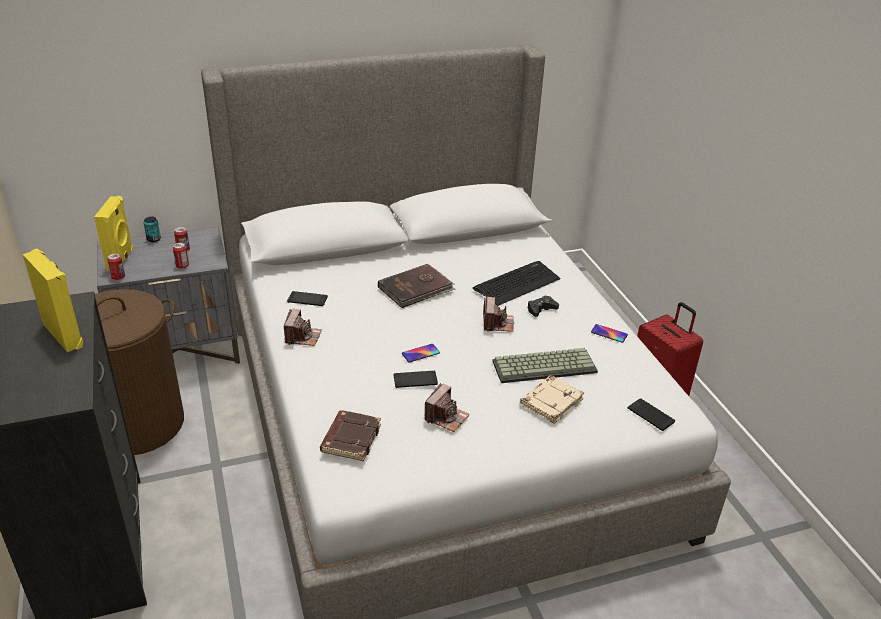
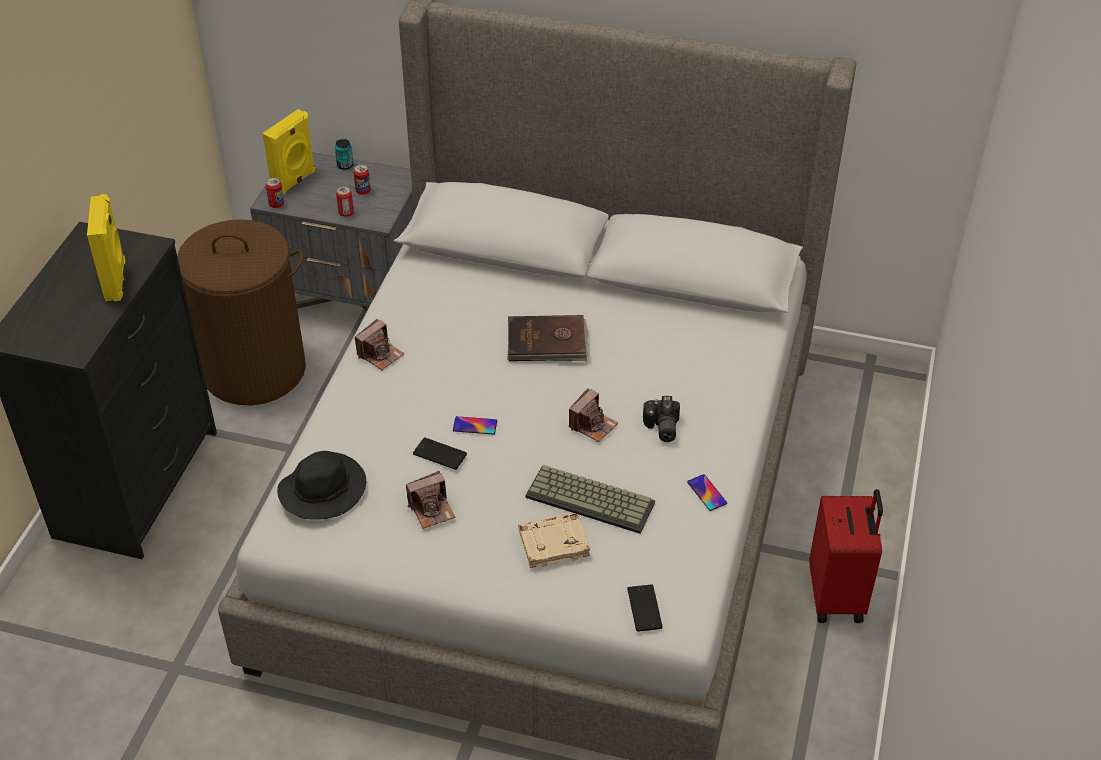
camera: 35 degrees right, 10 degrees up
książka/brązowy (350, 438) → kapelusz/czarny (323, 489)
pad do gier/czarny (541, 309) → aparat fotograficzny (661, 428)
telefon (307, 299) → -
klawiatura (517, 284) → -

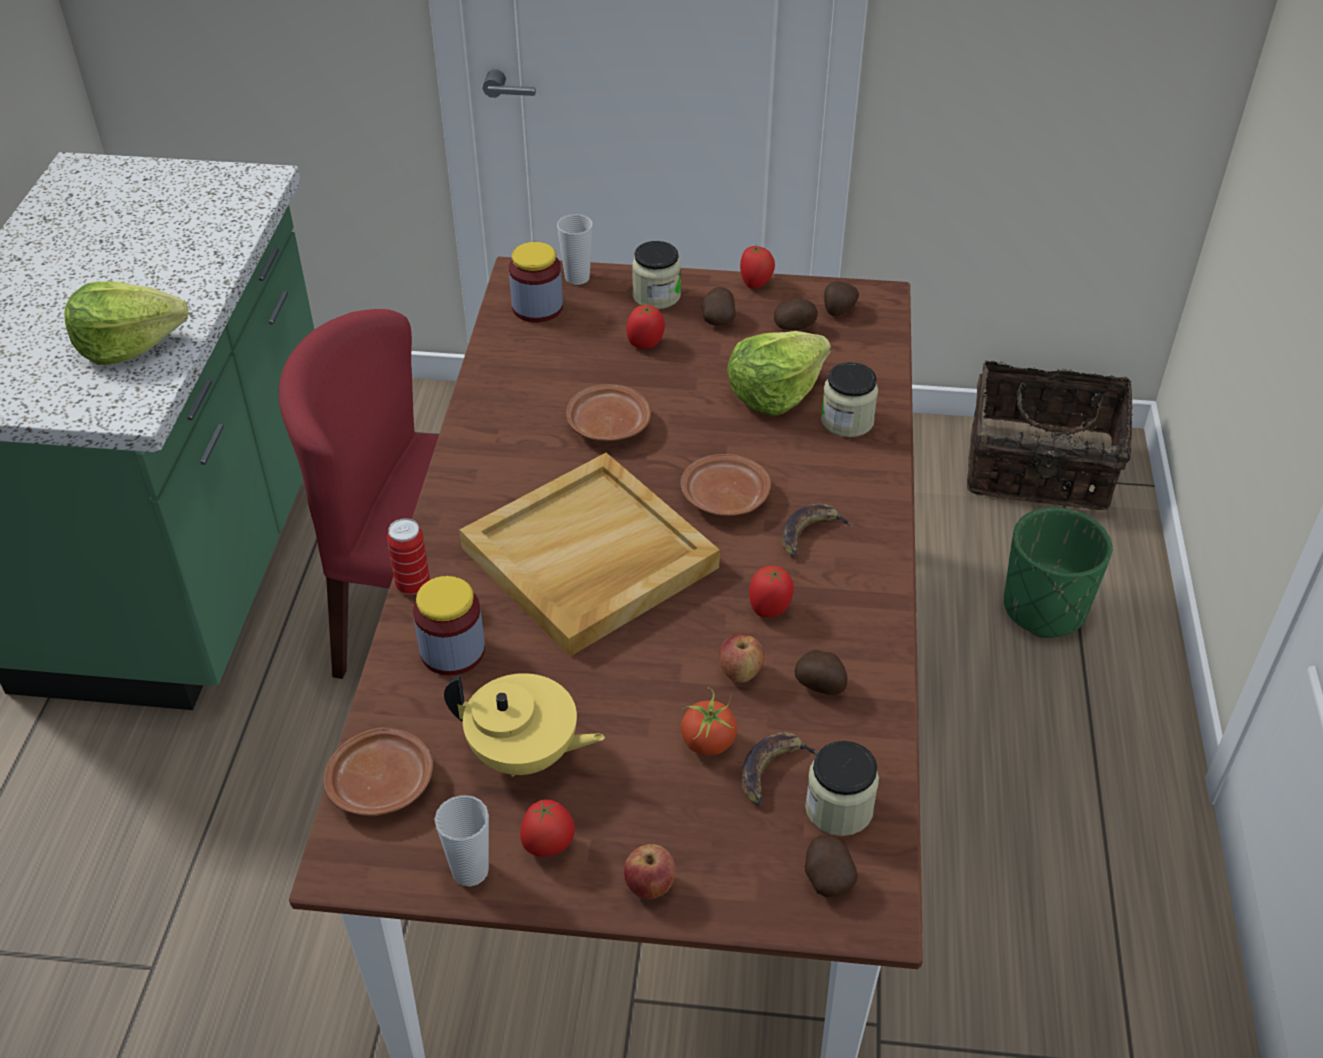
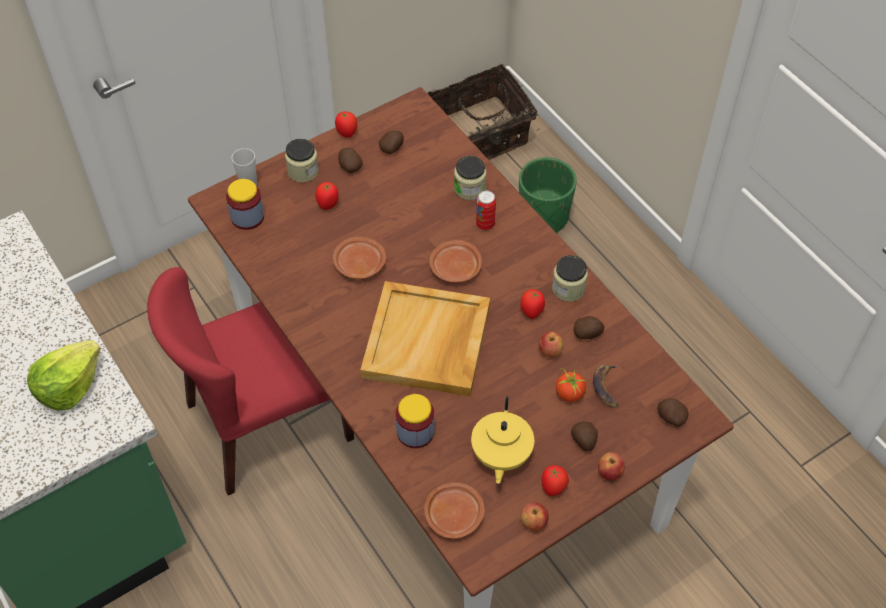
camera: 40 degrees left, 10 degrees up
imbryk/żółty (525, 755) → imbryk/żółty (500, 456), 120 degrees clockwise
puszka (413, 585) → puszka (485, 224), relocated
filiżanka (470, 871) → jabłko (533, 522)
słoik (839, 808) → słoik (568, 288), relocated
ziemniak (838, 310) → ziemniak (584, 441), relocated
sałata (774, 392) → -
banan (810, 534) → -

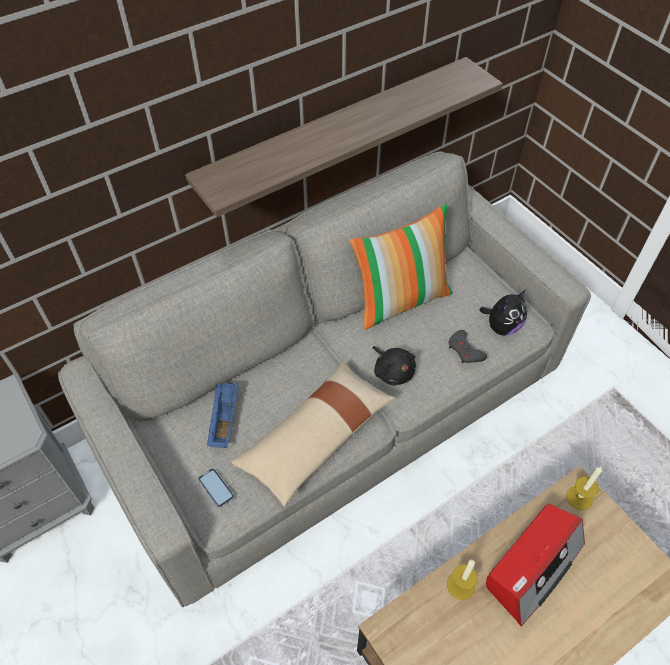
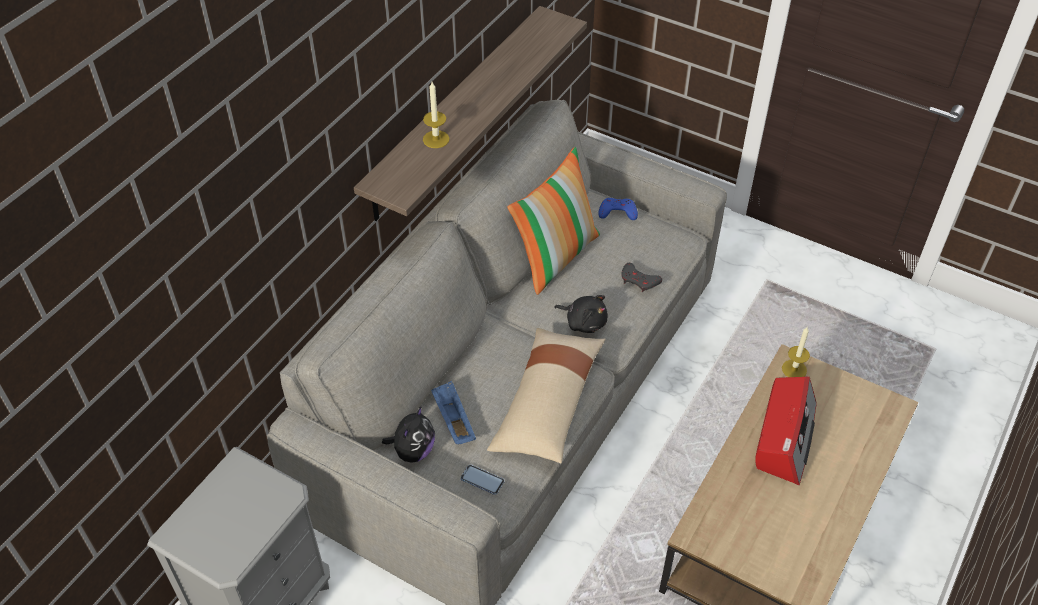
camera: 25 degrees left, 5 degrees down
pluszak (502, 327) → pluszak (413, 451), relocated
świeca (460, 585) → świeca (436, 139), relocated
- → pad do gier/niebieski (617, 212)

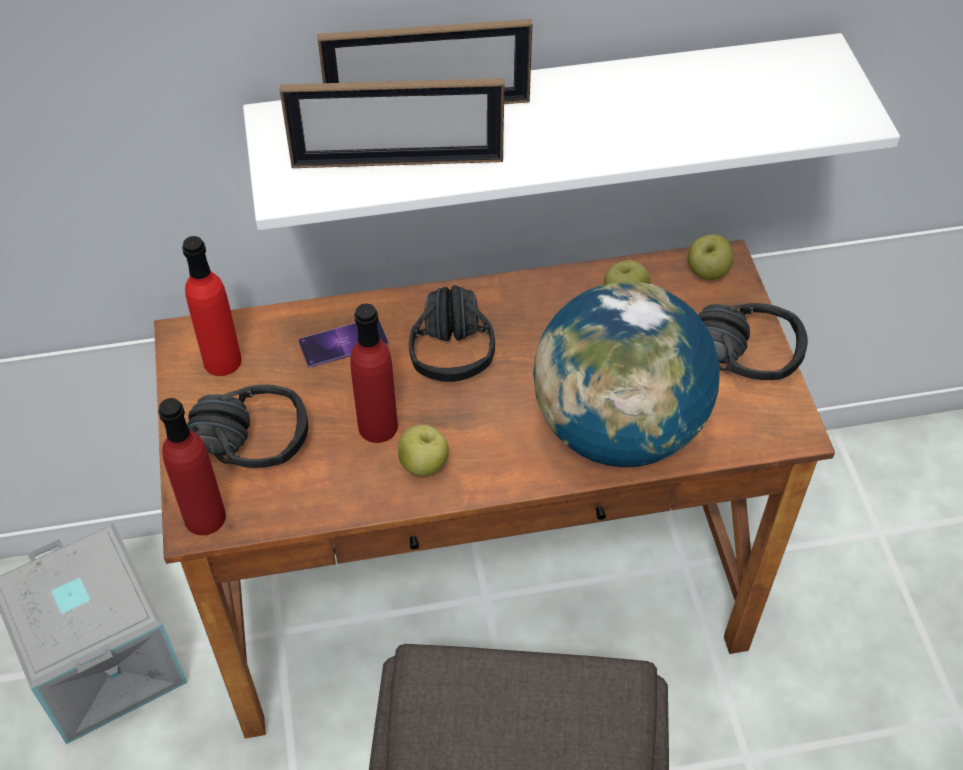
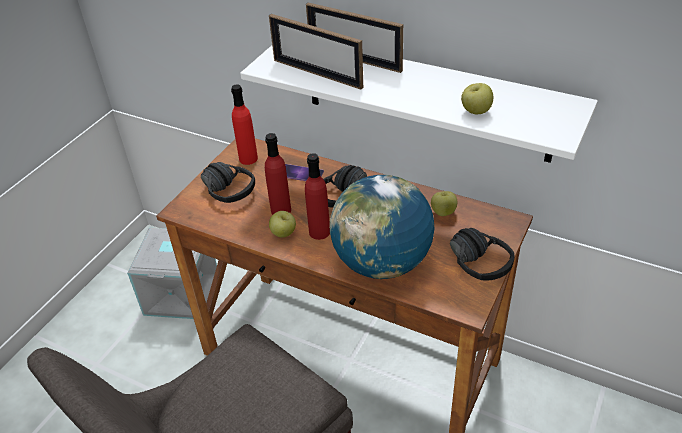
camera: 40 degrees right, 10 degrees down
butelka/czerwony (205, 517) → butelka/czerwony (319, 232), relocated
jabłko (707, 273) → jabłko (475, 111), relocated

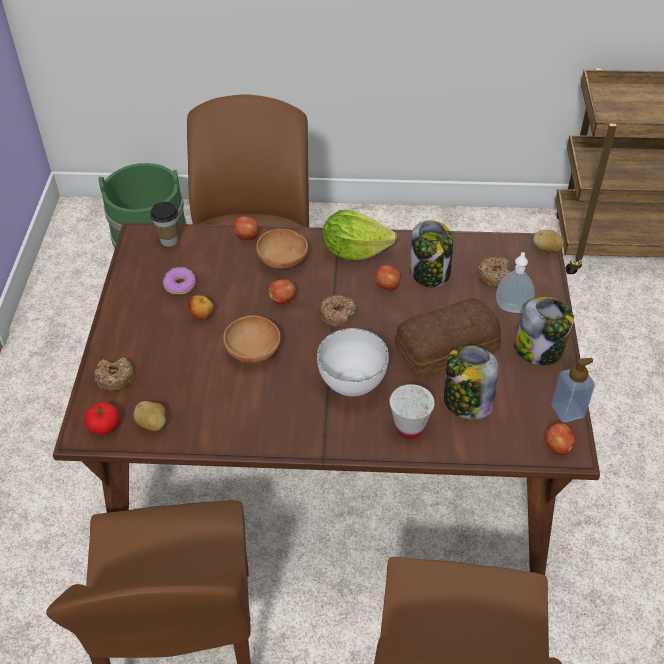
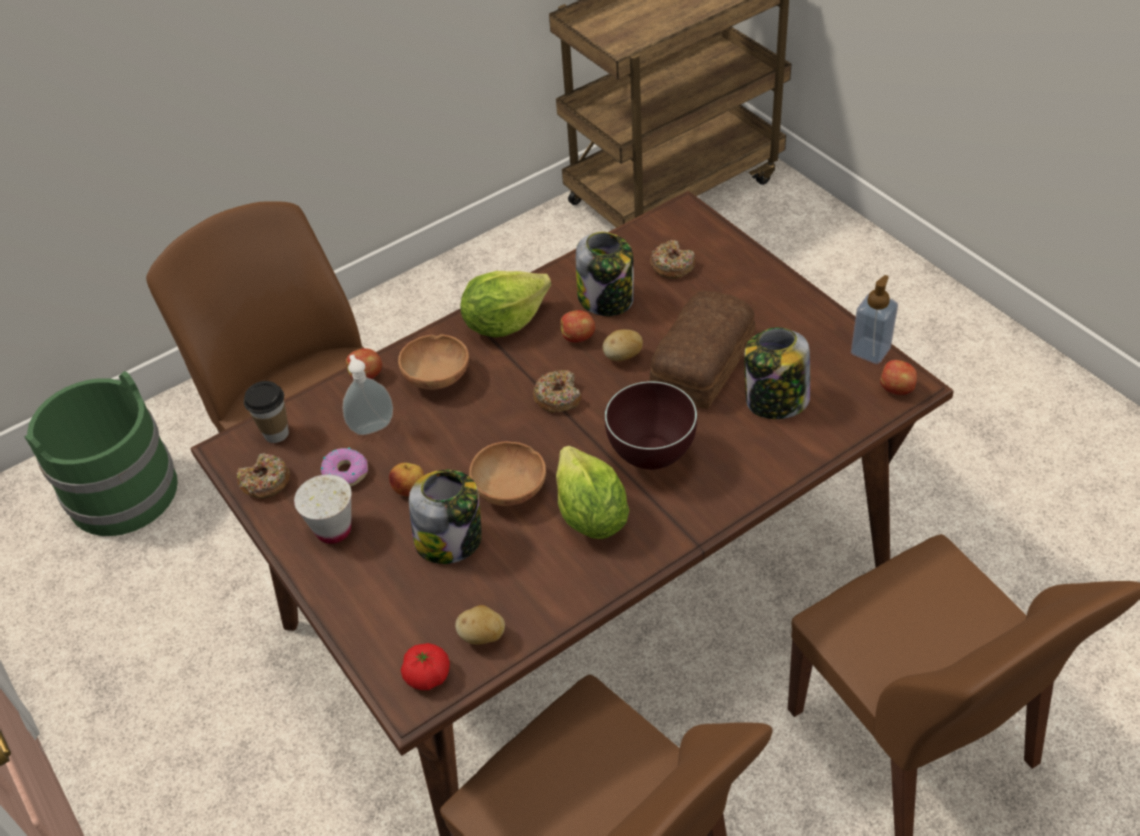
camera: 35 degrees left, 0 degrees up
donut (115, 378) → donut (265, 482), relocated
filiżanka/biały (409, 427) → filiżanka/biały (333, 530), relocated
dozownik mydła (512, 307) → dozownik mydła (372, 426), relocated
słoik (539, 349) → słoik (450, 540), relocated
- → sałata (590, 515)
ziemniak (546, 250) → ziemniak (622, 356), relocated
miska/biały (354, 387) → miska/brązowy (653, 457)
jabłko (283, 300) → -

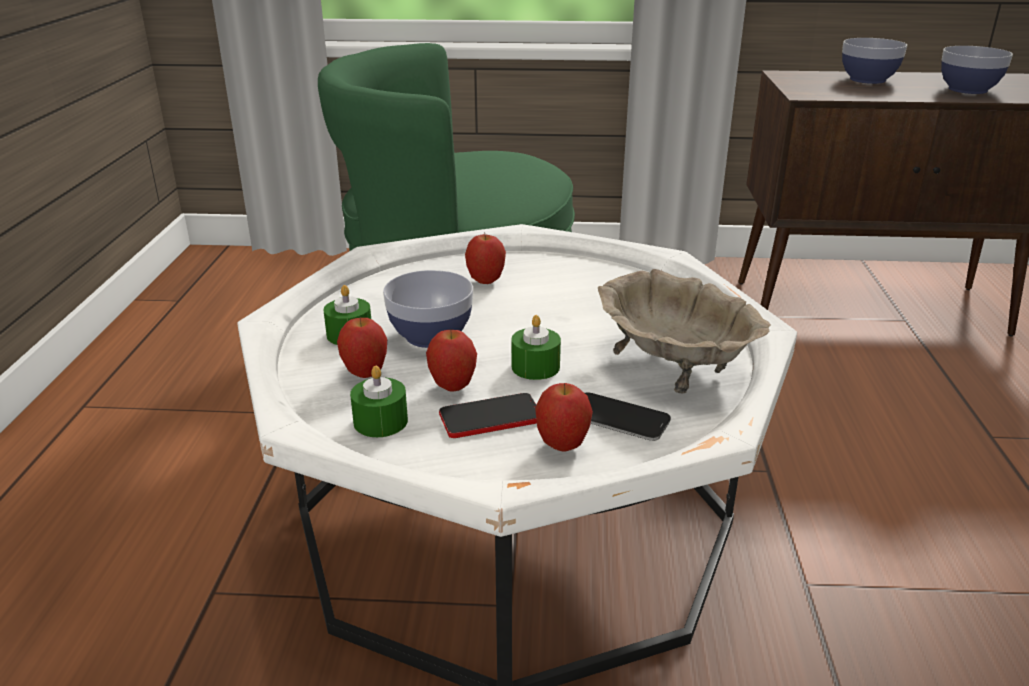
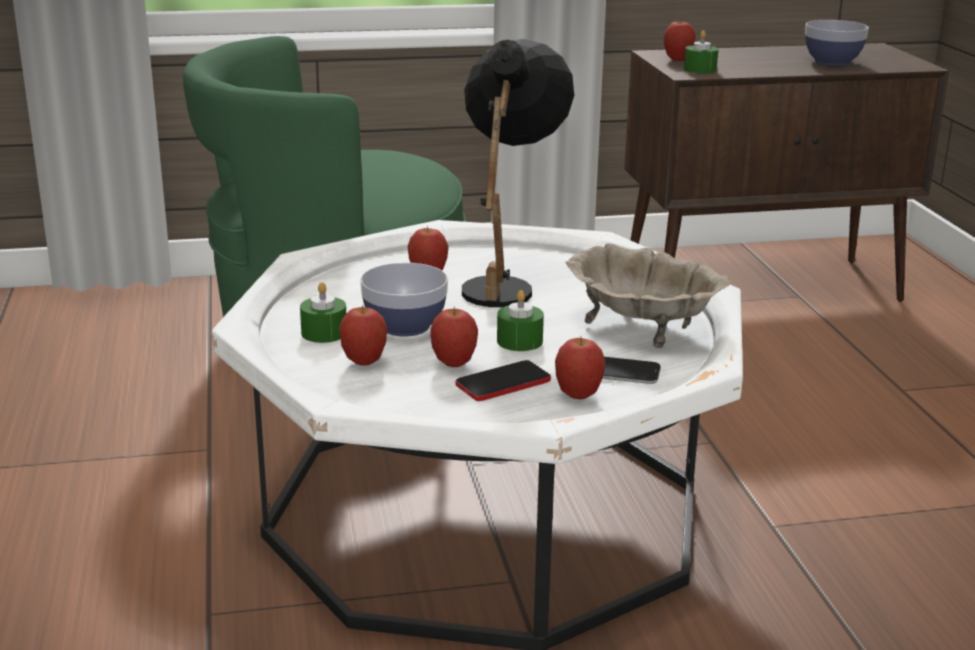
camera: 15 degrees left, 5 degrees down
- → lampa stołowa/czarny (506, 283)
- → jabłko (677, 60)
świeca/zielony (380, 421) → świeca/zielony (700, 69), relocated
miska (867, 79) → -

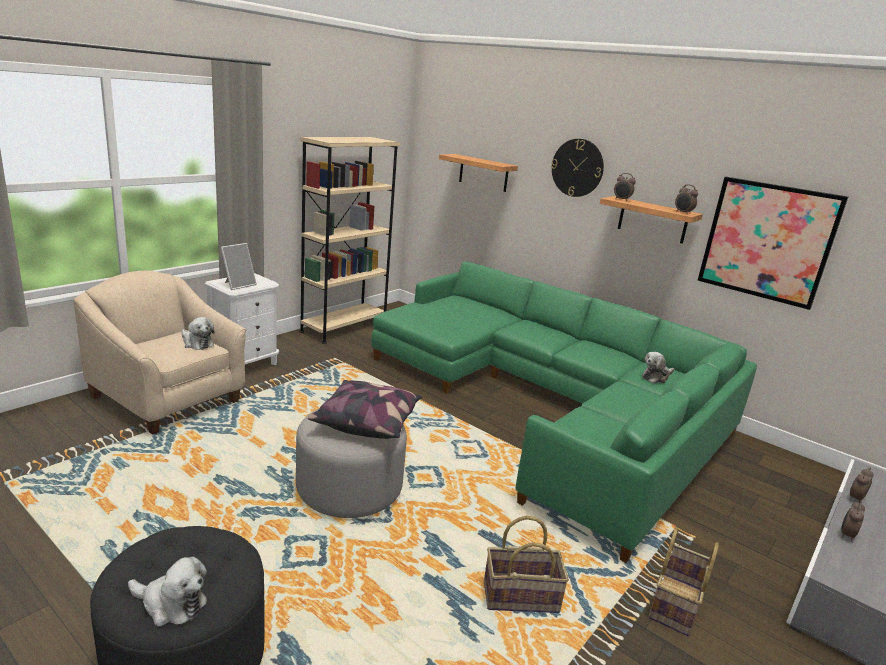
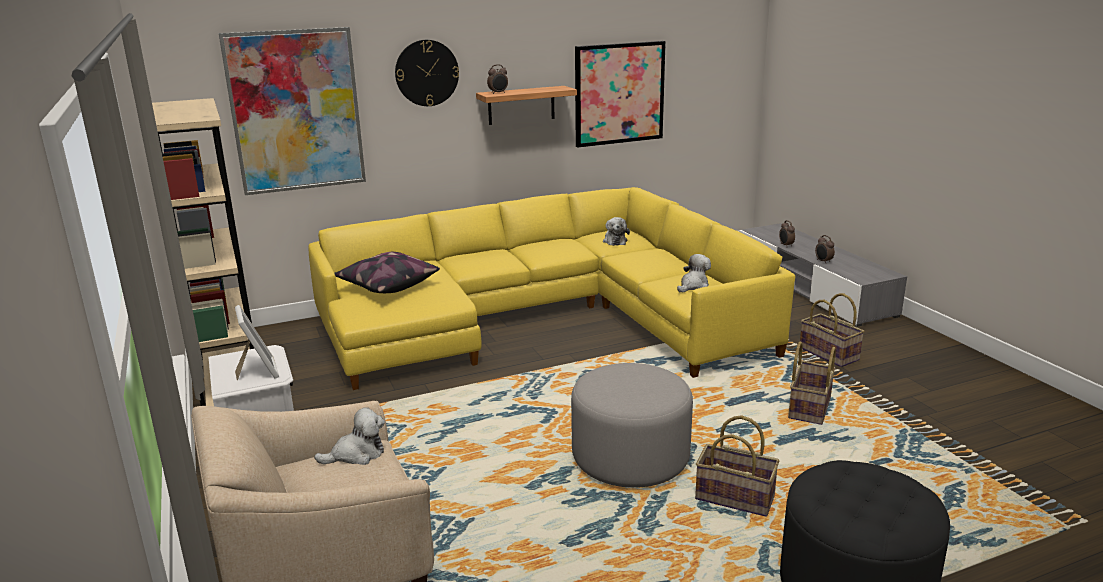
camera: 60 degrees left, 0 degrees up
półka (483, 173) → obraz (296, 111)
kanapa/zielony (551, 405) → kanapa/żółty (542, 319)
poduszka (367, 421) → poduszka (387, 285), relocated
pluszak (171, 604) → pluszak (693, 286), relocated
- → koszyk (735, 497)
budzik (683, 213) → -

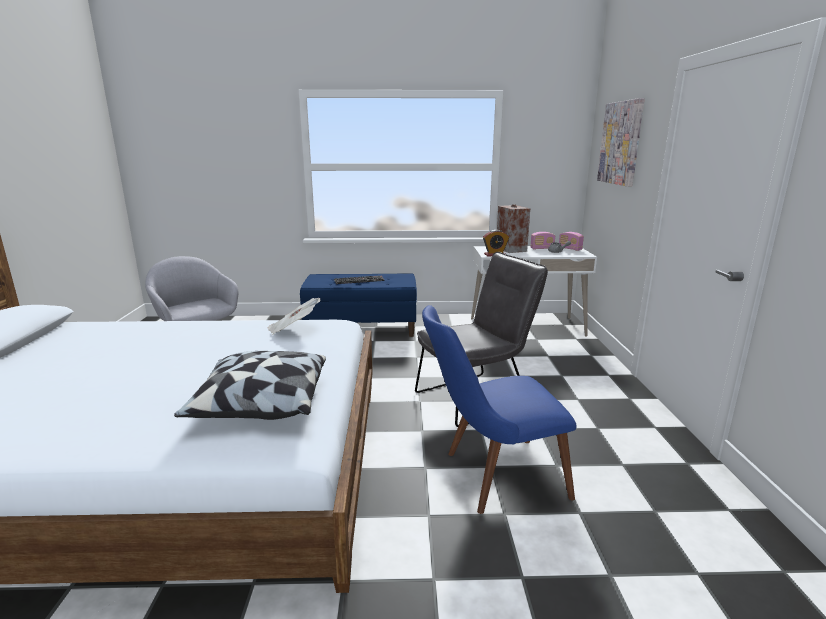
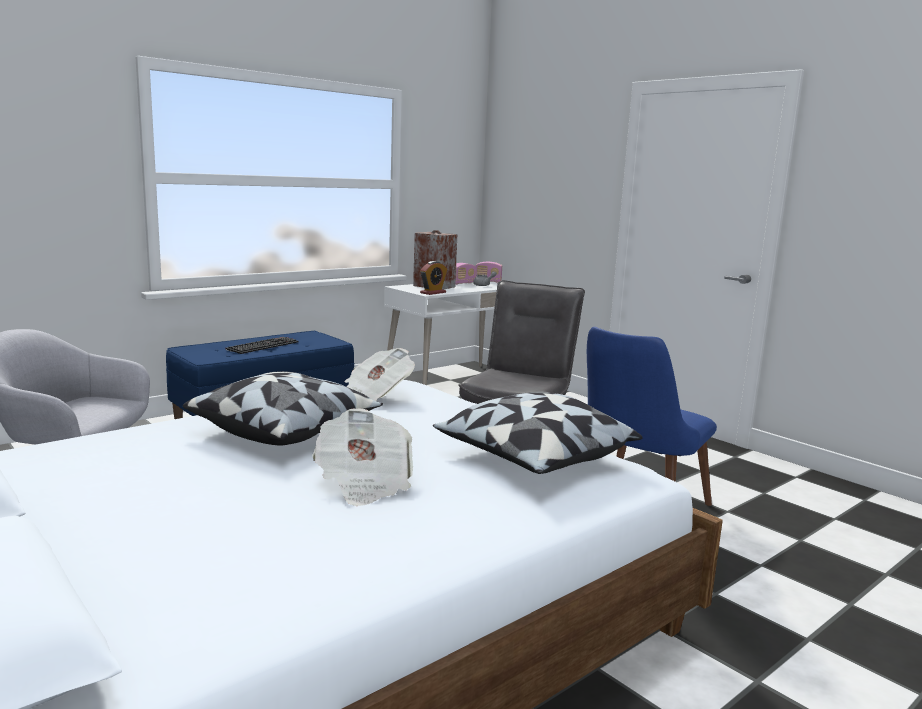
camera: 40 degrees left, 5 degrees down
- → poduszka (286, 430)
- → gazeta (364, 483)
obraz (621, 143) → -

